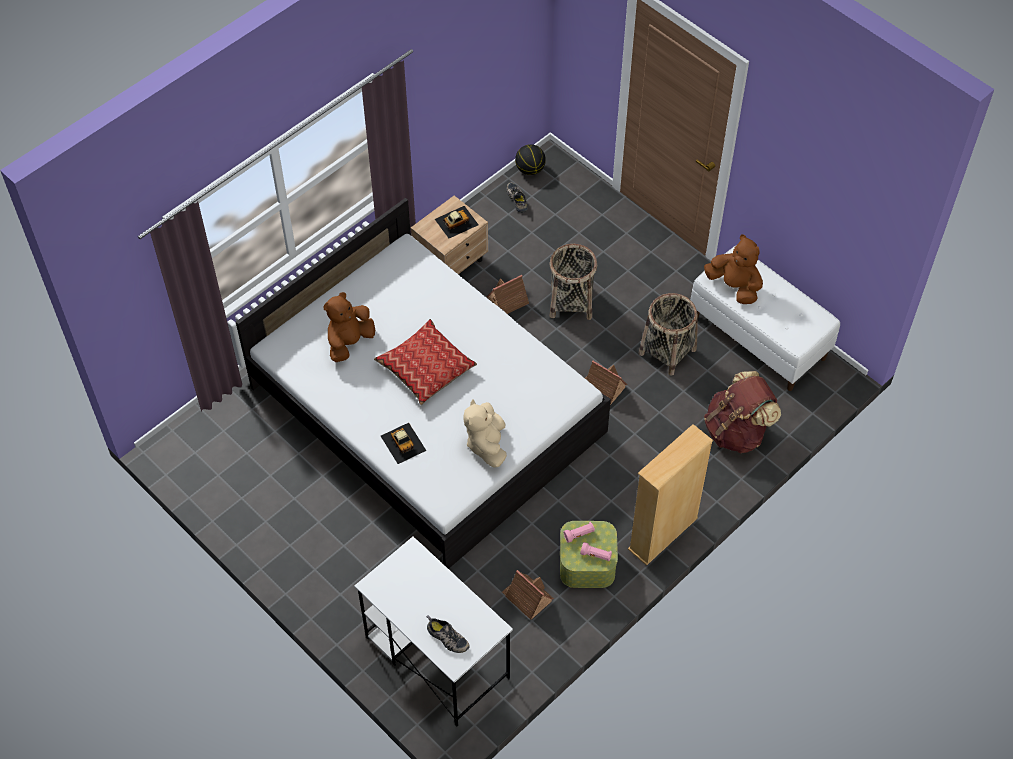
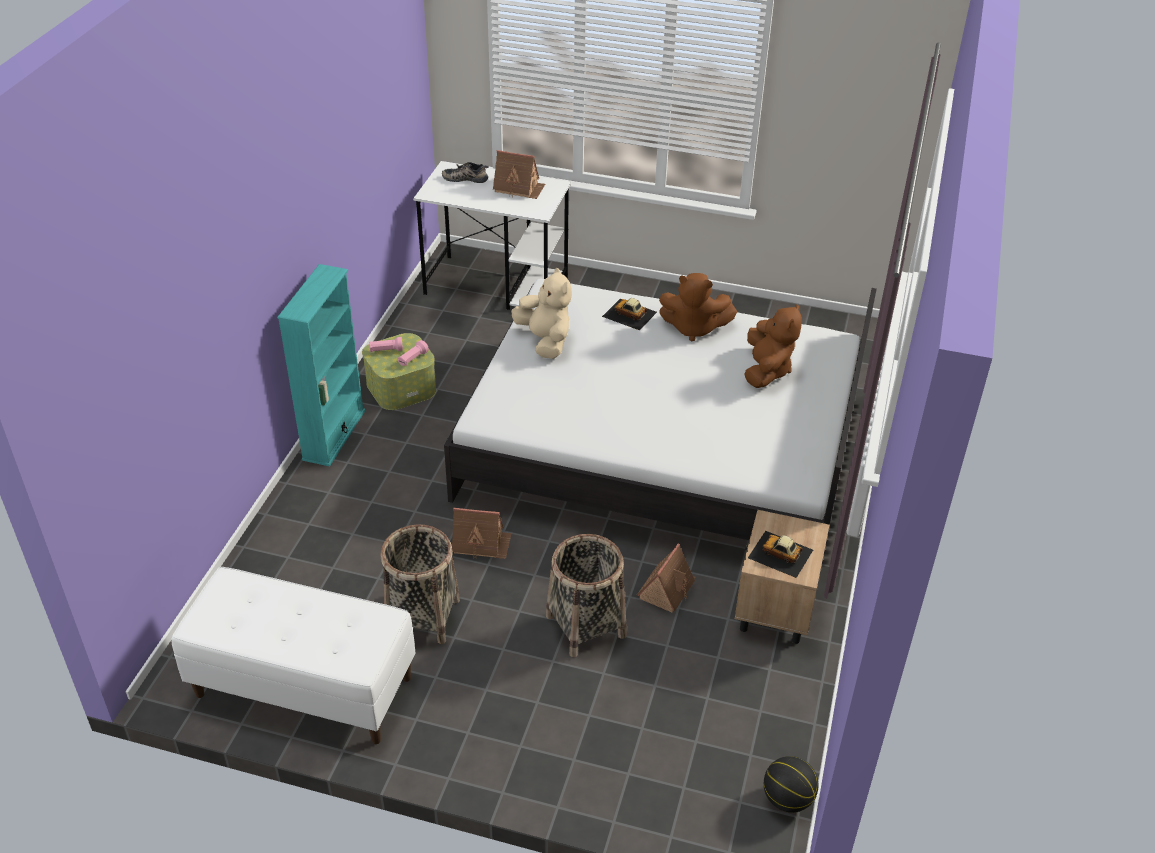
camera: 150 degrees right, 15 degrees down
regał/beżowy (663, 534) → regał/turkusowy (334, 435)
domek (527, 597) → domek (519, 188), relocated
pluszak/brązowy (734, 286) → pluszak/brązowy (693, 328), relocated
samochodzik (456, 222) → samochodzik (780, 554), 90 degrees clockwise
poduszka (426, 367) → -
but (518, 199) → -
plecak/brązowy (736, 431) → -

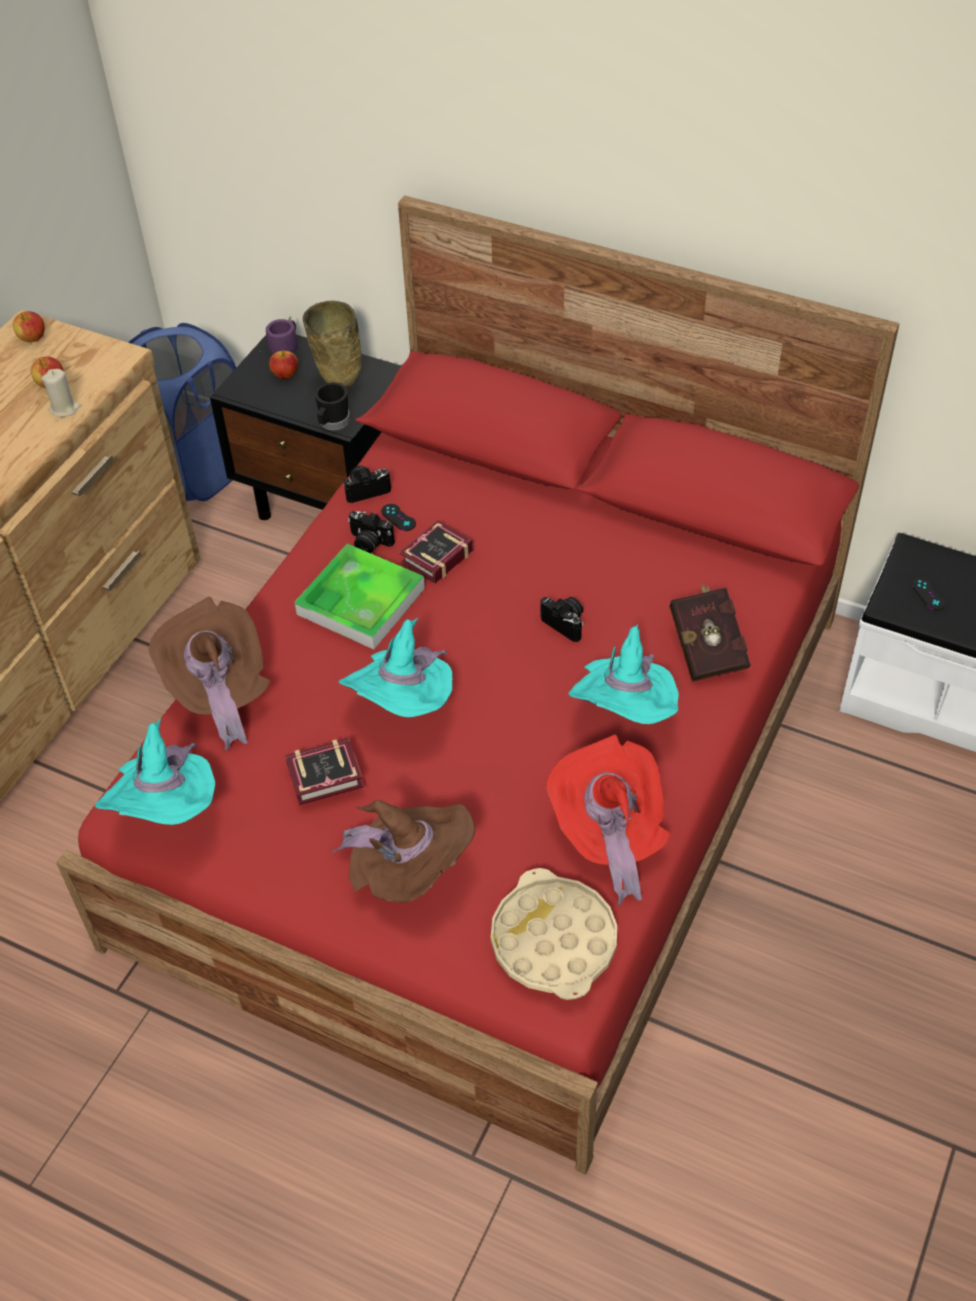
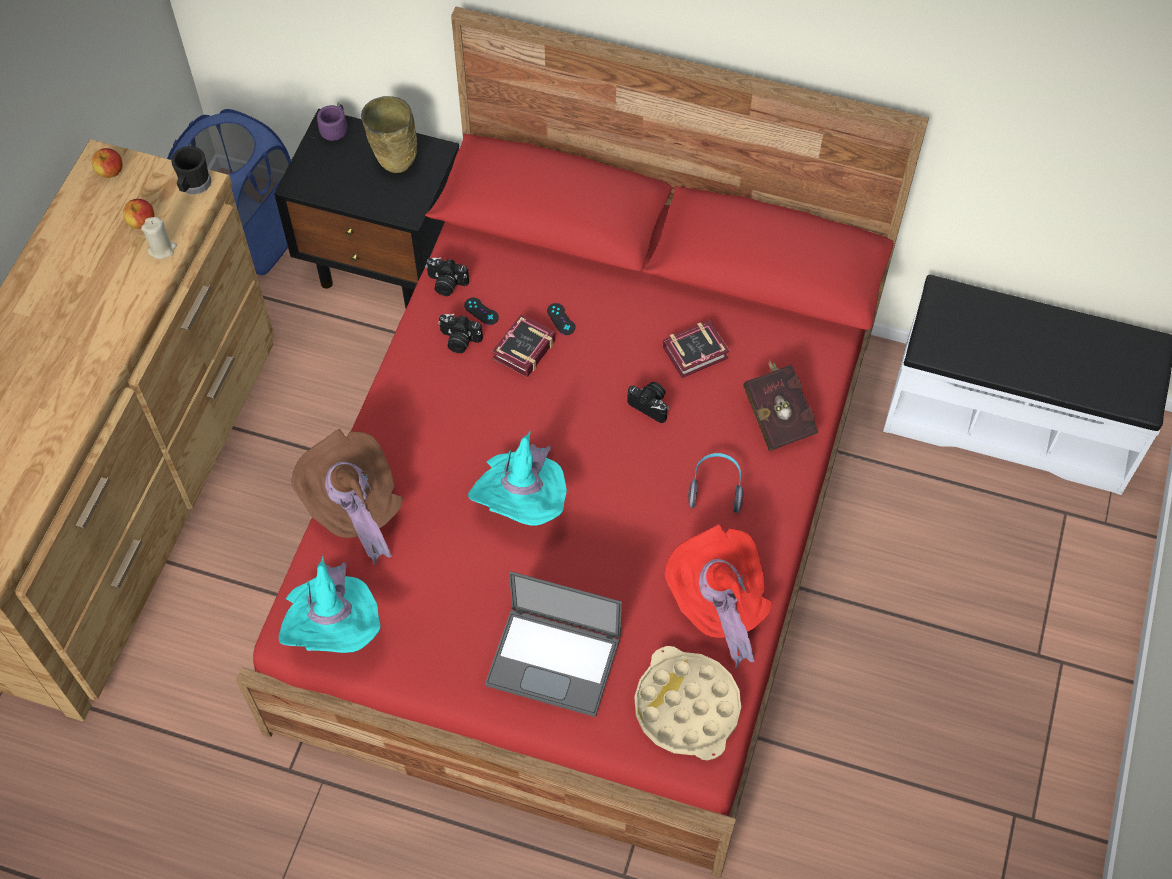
camera: 10 degrees left, 10 degrees up
kubek/czarny (332, 423) → kubek/czarny (194, 185), relocated
aparat fotograficzny (366, 490) → aparat fotograficzny (446, 284), 135 degrees counterclockwise
kapelusz/brązowy (409, 872) → laptop (555, 660)
pad do gier/czarny (928, 594) → pad do gier/czarny (561, 319), relocated
książka (328, 777) → książka (698, 353), relocated
kapelusz/turkusowy (626, 712) → słuchawki (716, 488)
jabłko (285, 375) → -
taca (361, 601) → -

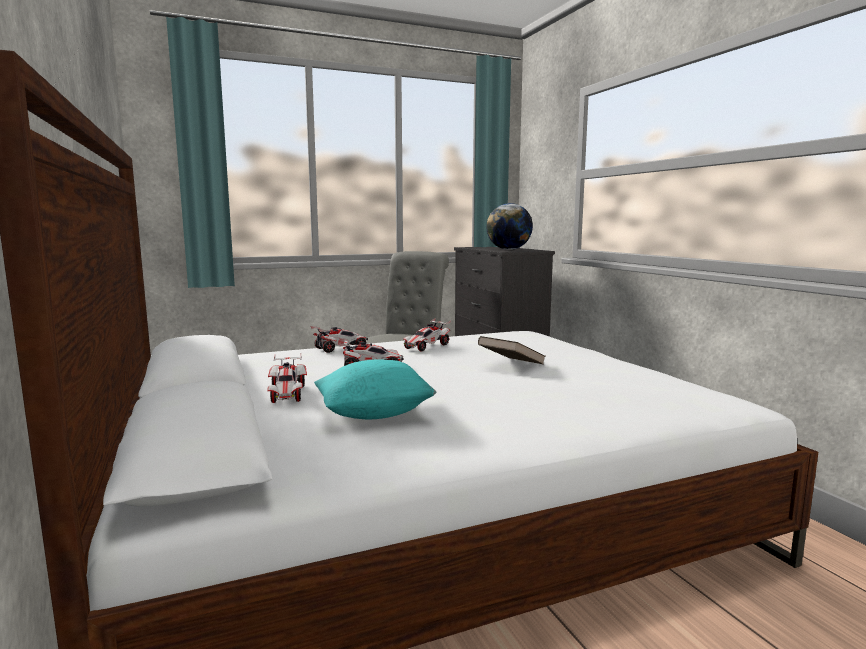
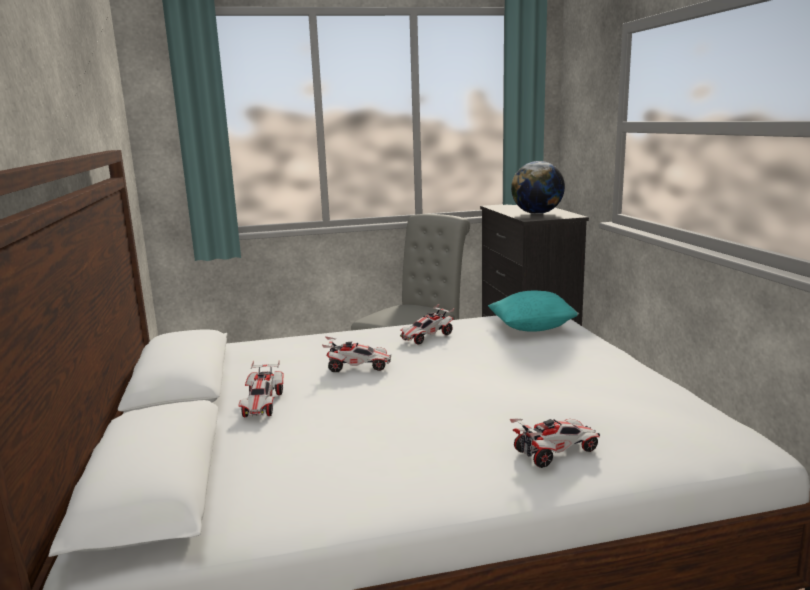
camera: 10 degrees right, 5 degrees up
poduszka/turkusowy (374, 414) → poduszka/turkusowy (532, 328), relocated
samochodzik (340, 348) → samochodzik (555, 452), relocated
książka/brązowy (511, 365) → -

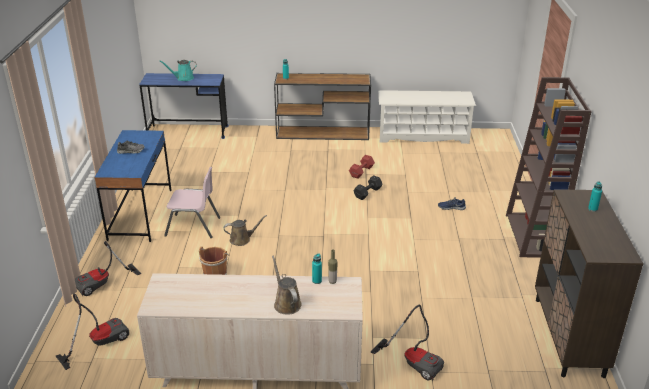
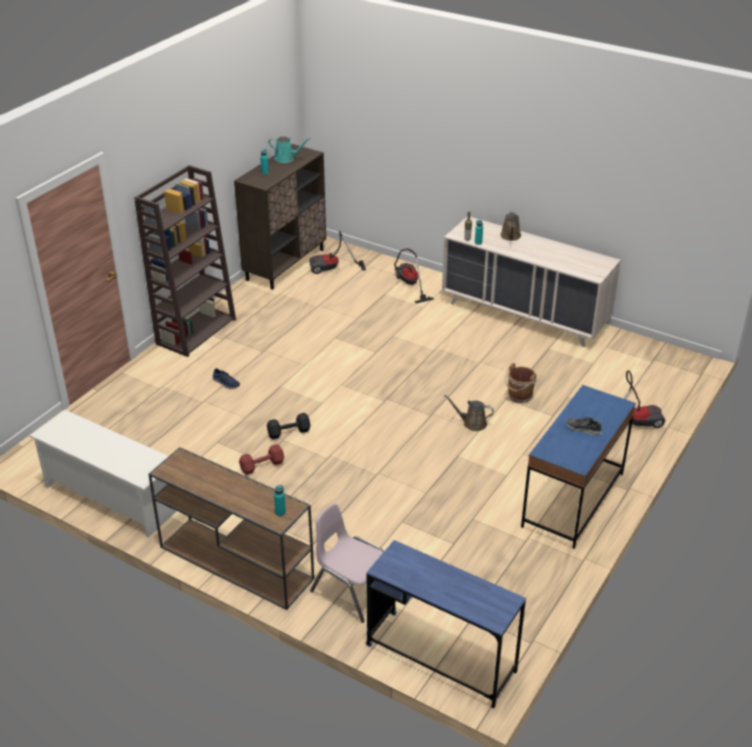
camera: 150 degrees left, 5 degrees up
konewka/turkusowy (183, 78) → konewka/turkusowy (286, 158), relocated
odkurzacz (99, 342) → odkurzacz (332, 269), relocated
krzesło/różowy (193, 227) → krzesło/różowy (352, 589), relocated

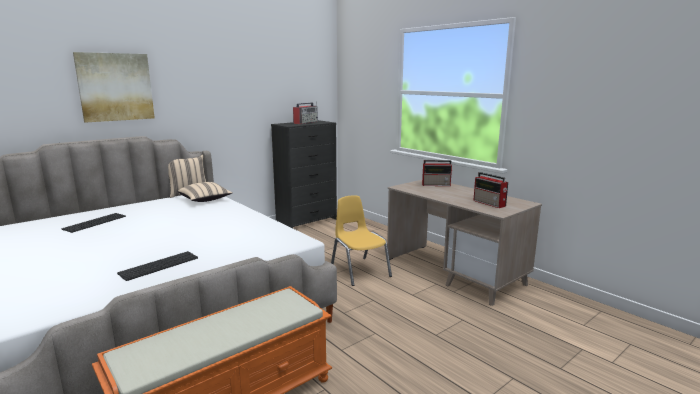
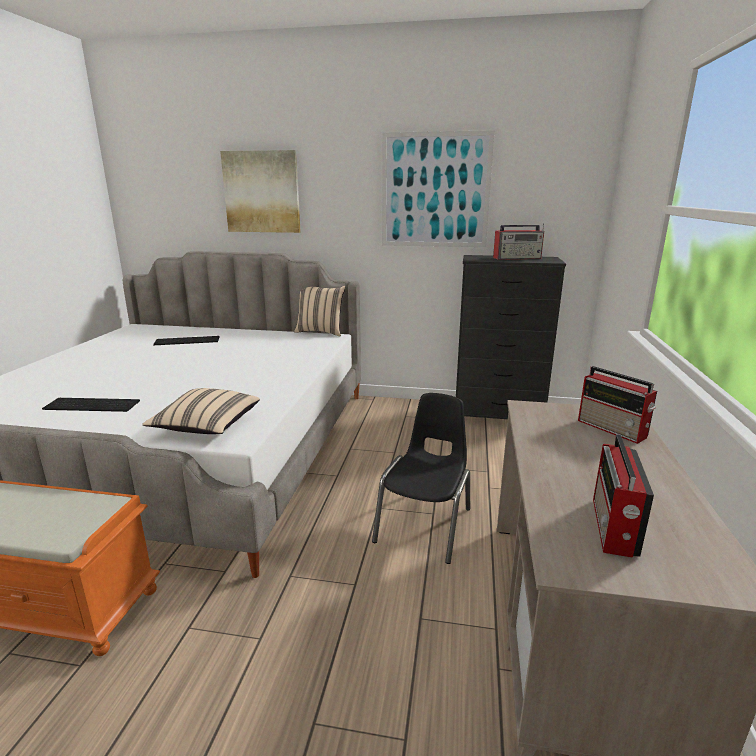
camera: 50 degrees right, 5 degrees up
poduszka/beżowy (205, 200) → poduszka/beżowy (206, 427), relocated
krzesło/żółty (359, 271) → krzesło/czarny (425, 525)
- → obraz (435, 191)

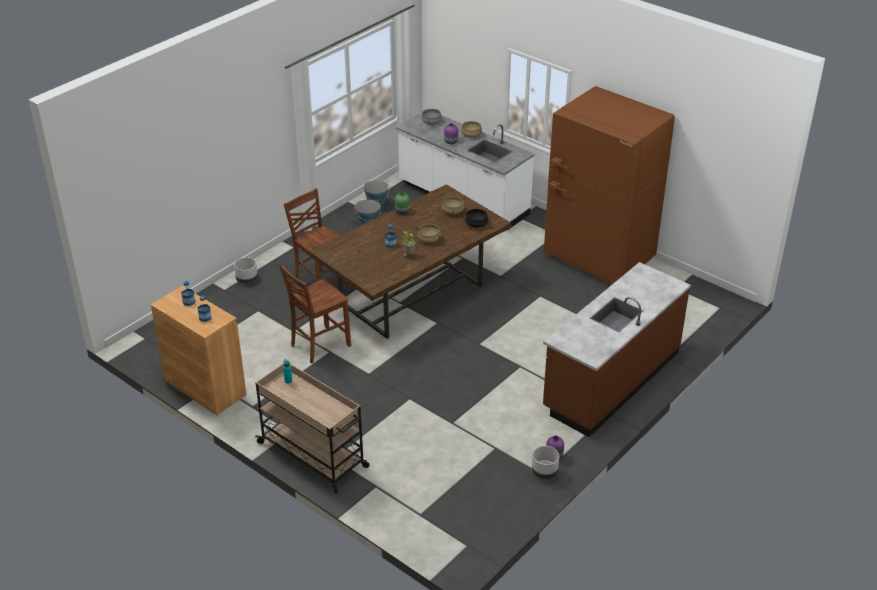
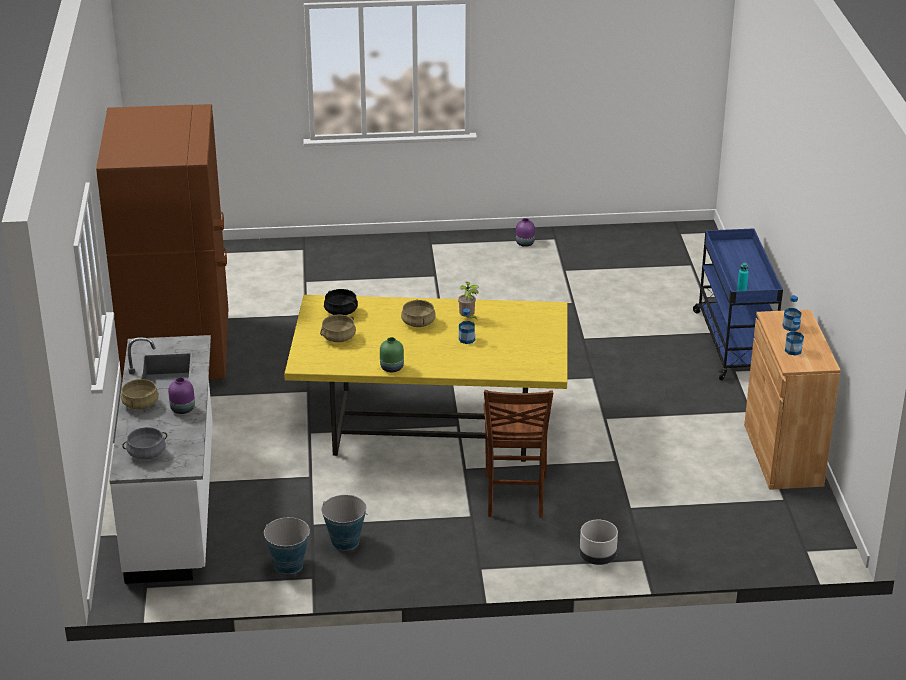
camera: 135 degrees left, 5 degrees down
stół jadalny/brązowy (413, 294) → stół jadalny/żółty (430, 426)
wózek/beżowy (314, 455) → wózek/niebieski (733, 343)
krzesło/brązowy (319, 345) → -
donica/szary (544, 472) → -
zabudowa kuchenna/brązowy (611, 380) → -

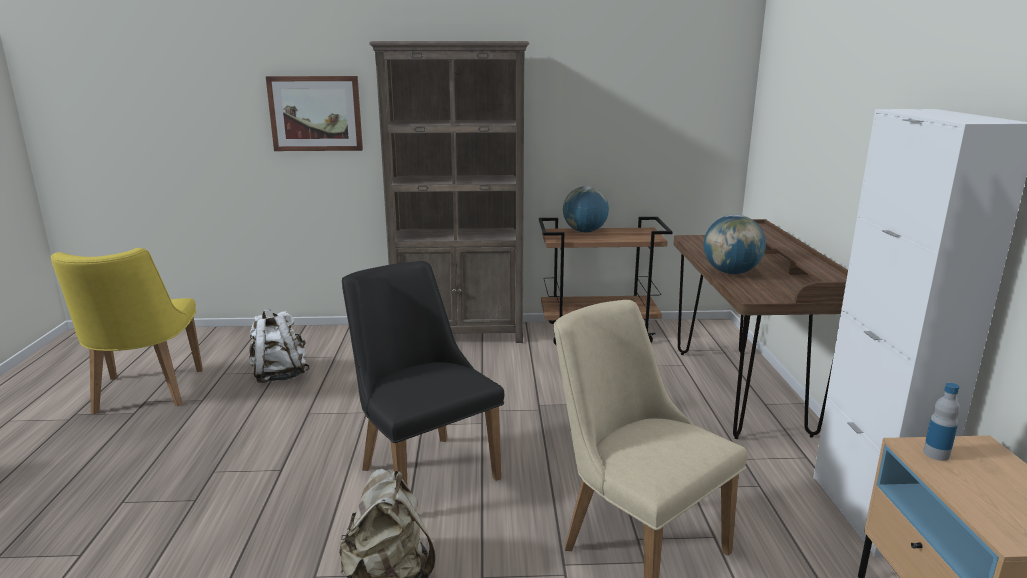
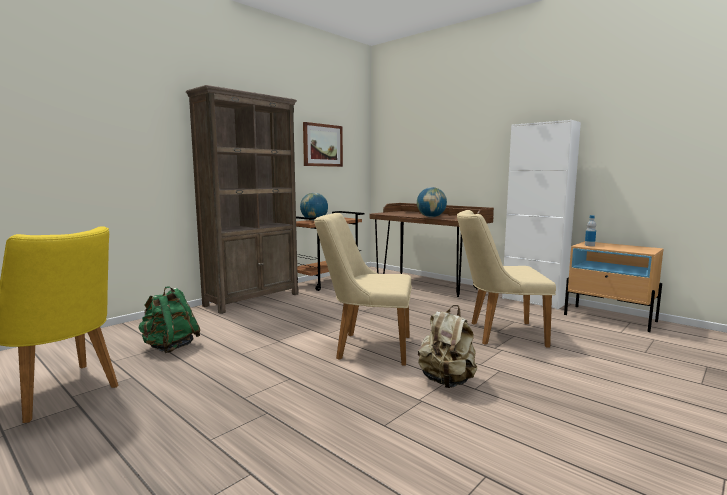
camera: 45 degrees left, 10 degrees down
plecak/biały (280, 375) → plecak/zielony (170, 347)
obraz (315, 113) → obraz (322, 145), relocated
krzesło/czarny (421, 468) → krzesło/beżowy (366, 347)

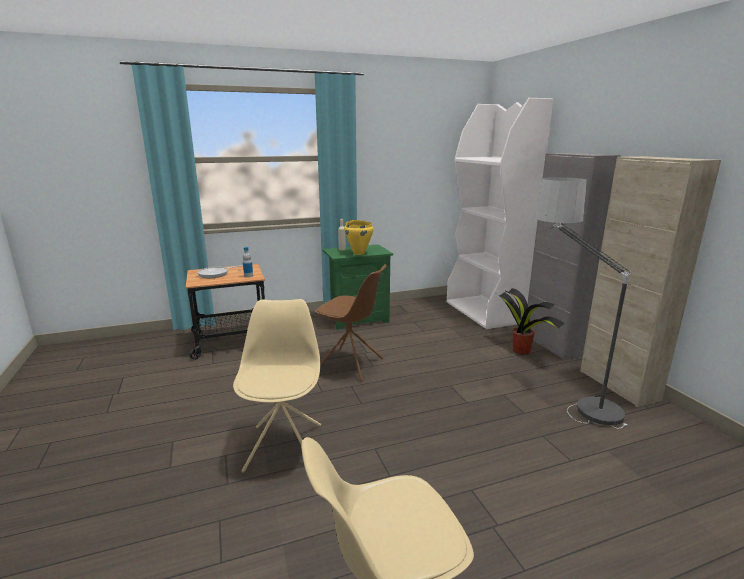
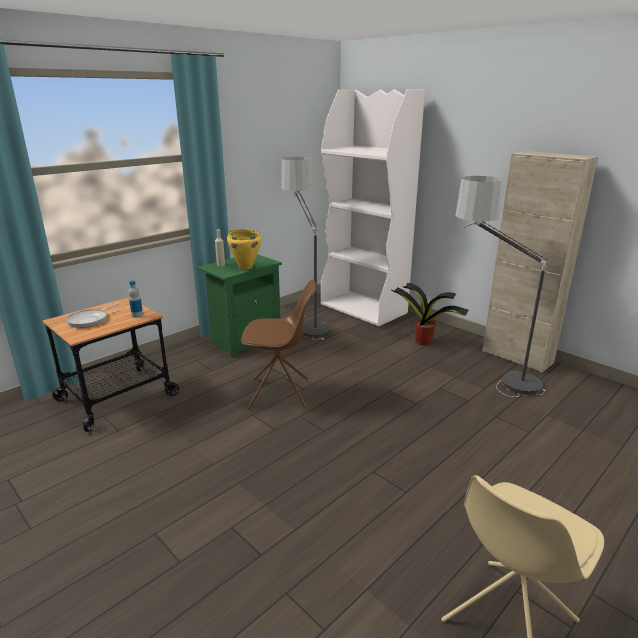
camera: 25 degrees left, 5 degrees up
- → lampa stojąca (306, 322)
krzesło/beżowy (285, 446) → -
szafka/szary (553, 345) → -

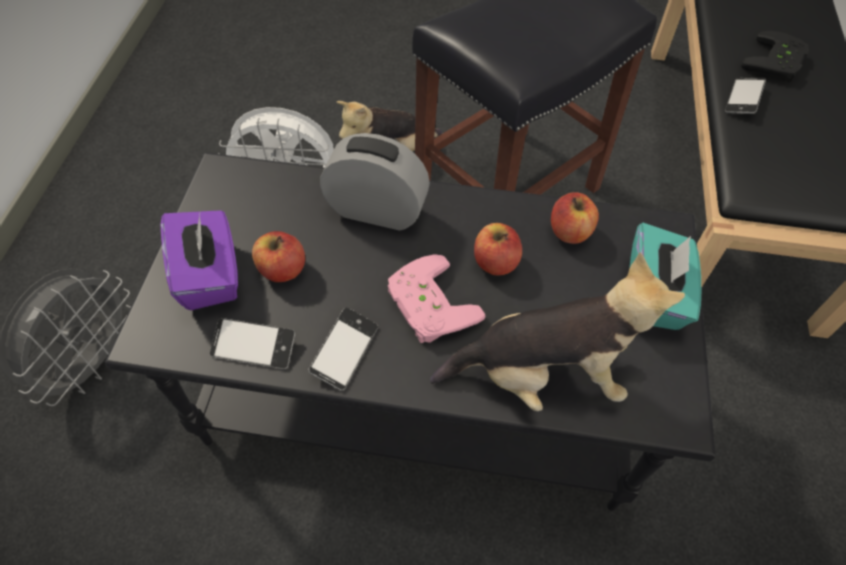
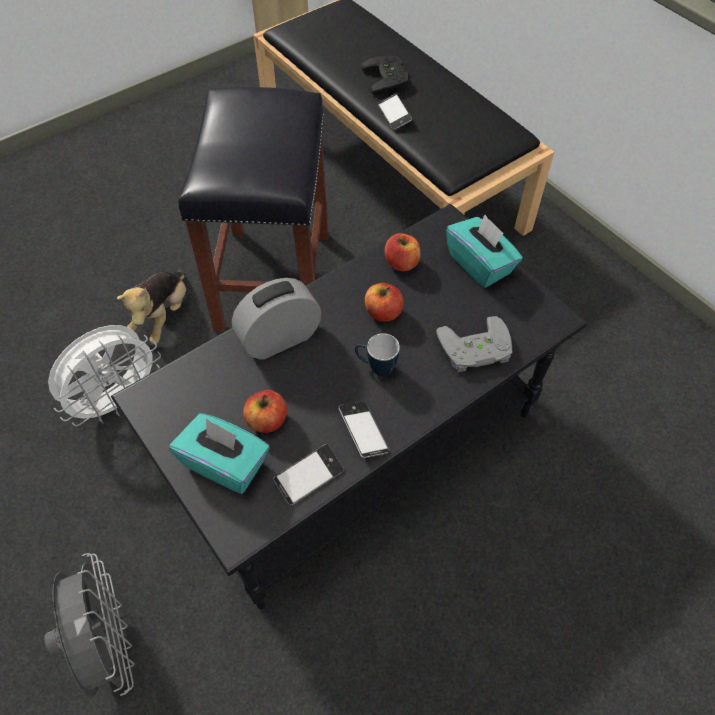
camera: 45 degrees left, 0 degrees up
pudełko chusteczek/fioletowy (210, 275) → pudełko chusteczek/turkusowy (226, 463)
pad do gier/różowy (426, 305) → kubek (376, 367)
pluszak (543, 375) → pad do gier/szary (475, 351)

